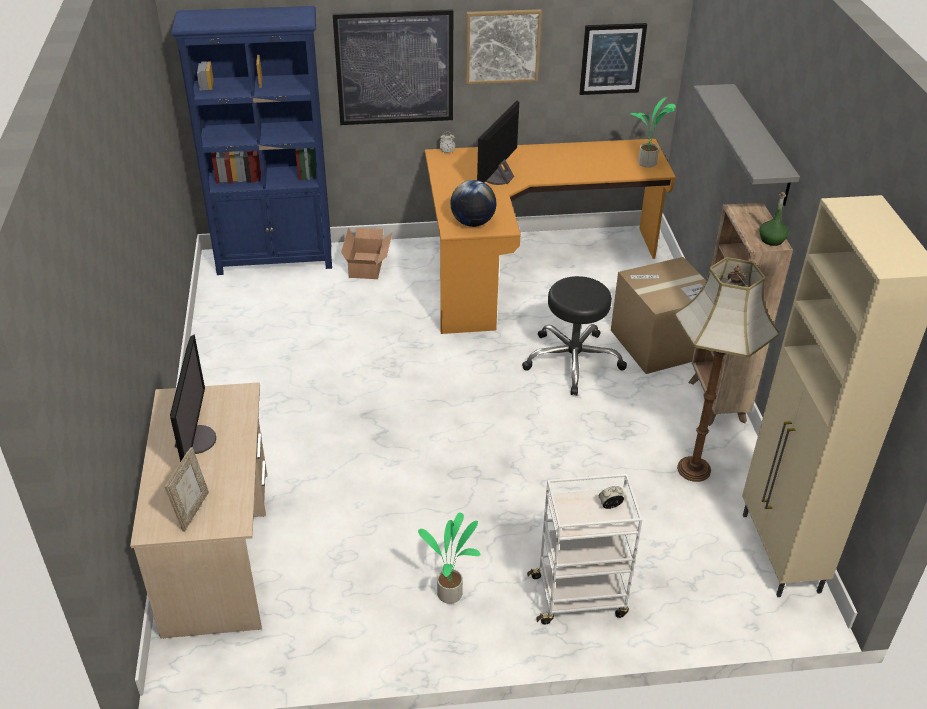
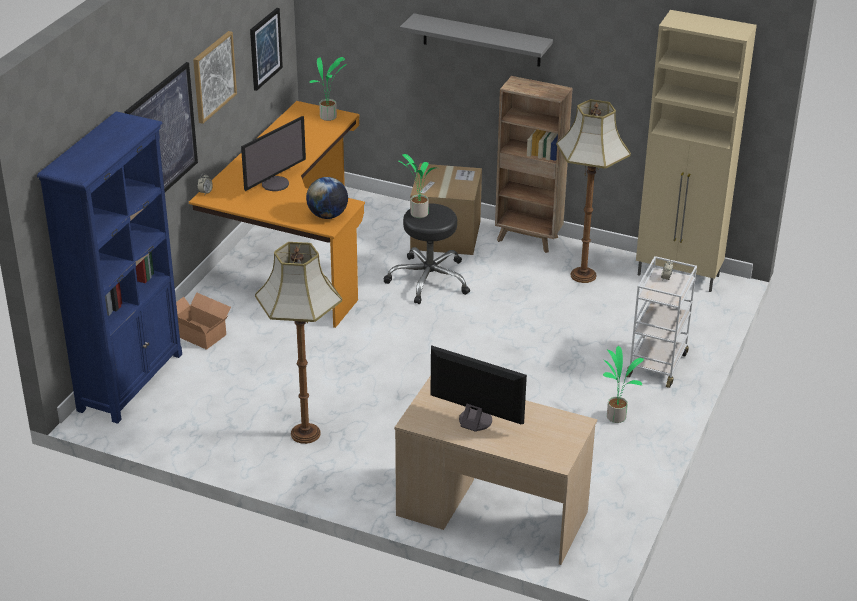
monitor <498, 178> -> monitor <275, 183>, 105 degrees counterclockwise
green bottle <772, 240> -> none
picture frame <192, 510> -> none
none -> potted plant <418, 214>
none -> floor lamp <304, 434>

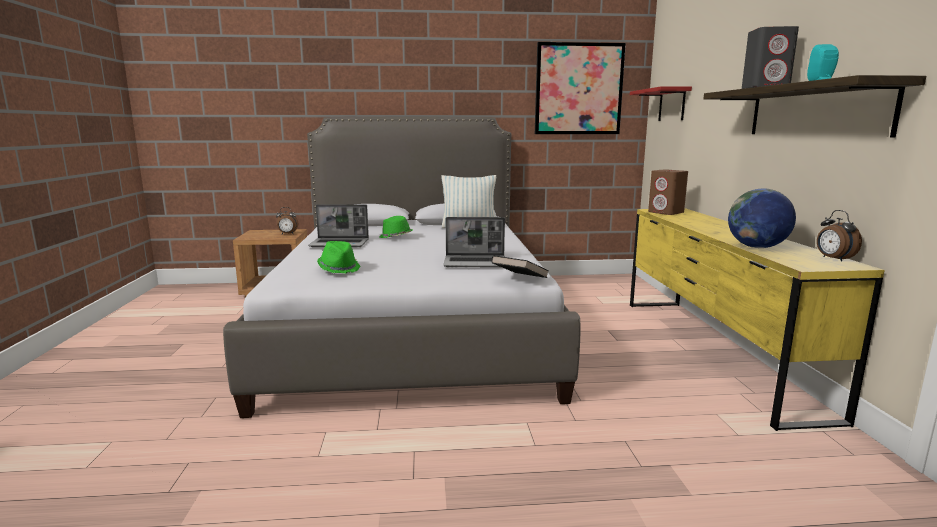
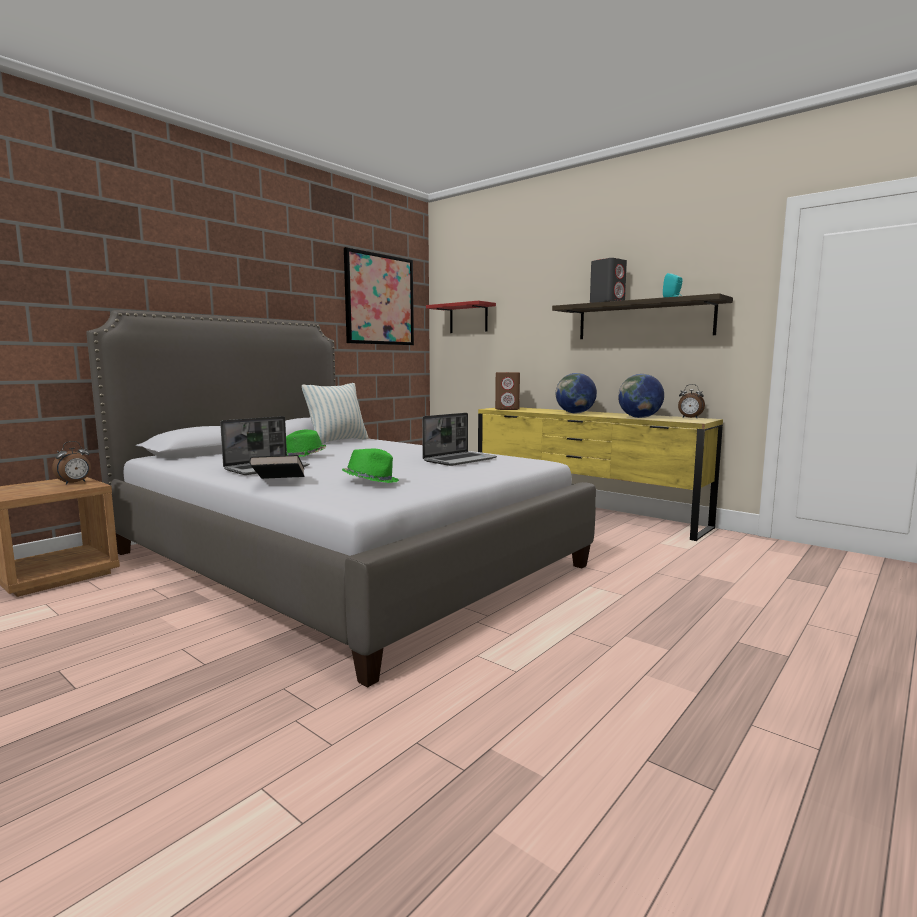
black book <519, 280> -> black book <279, 482>, move
none -> globe <575, 413>

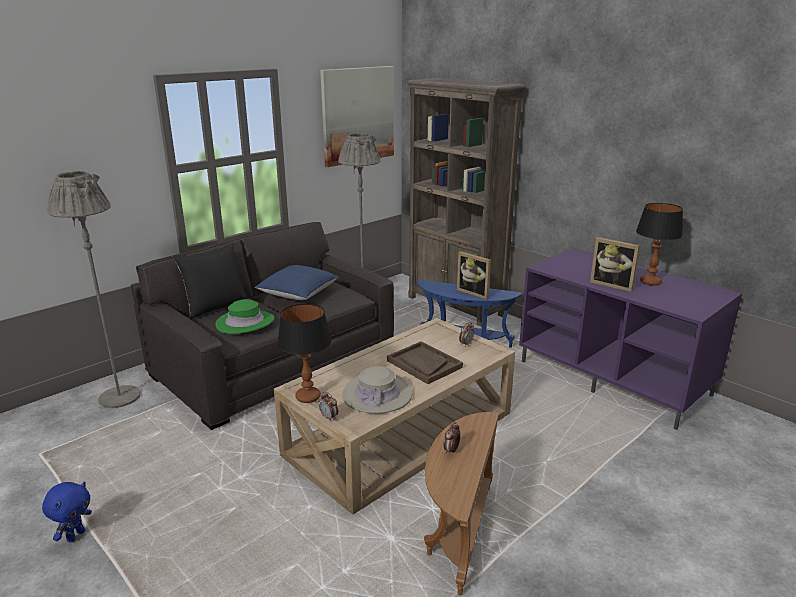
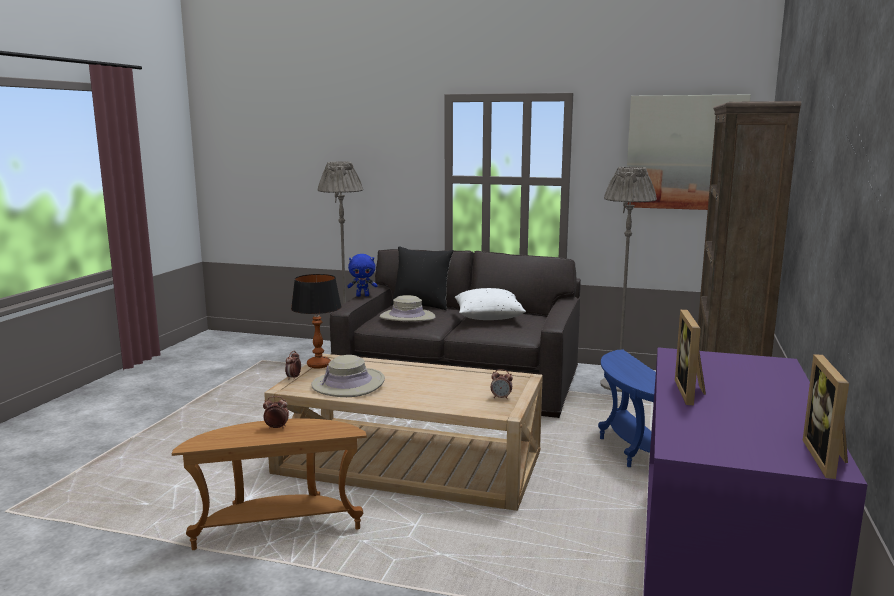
table lamp <650, 282> -> none
picture frame <475, 292> -> picture frame <829, 459>, move
blue pillow <298, 294> -> white pillow <488, 318>
green hat <245, 323> -> beige hat <407, 317>
brown tray <424, 364> -> none
blue plush toy <75, 535> -> blue plush toy <363, 296>, move

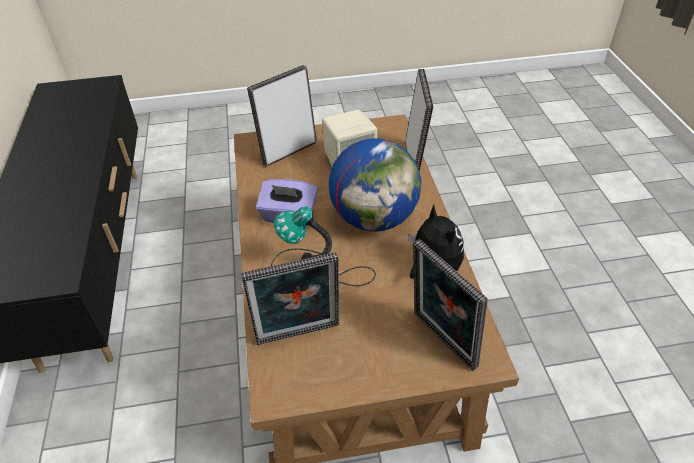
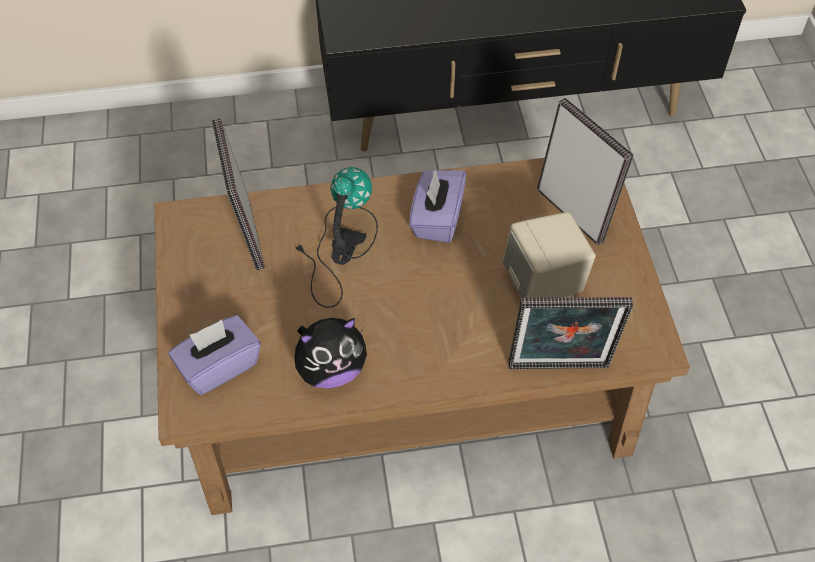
globe <374, 218> -> none
picture frame <440, 342> -> purple tissue box <219, 366>

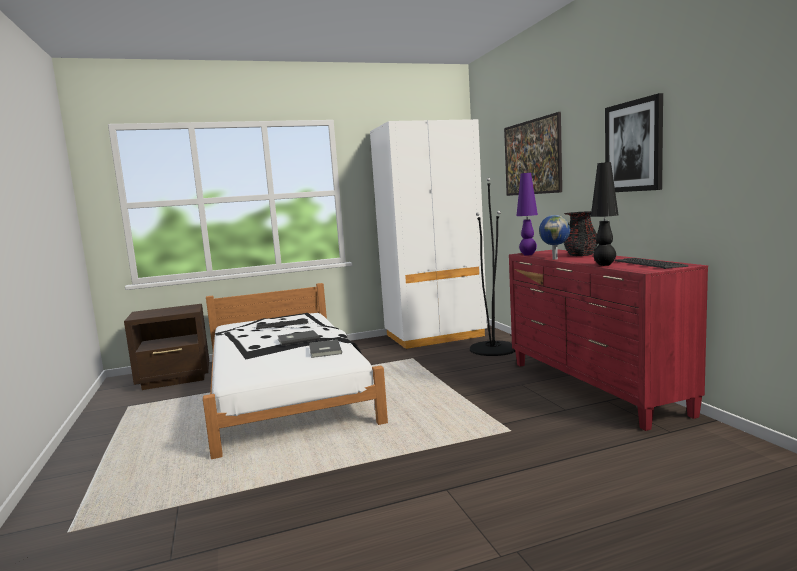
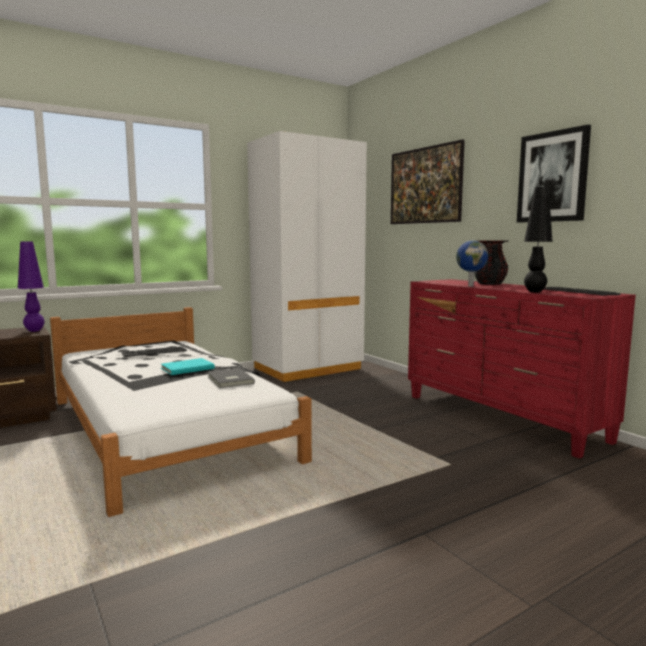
purple table lamp <528, 255> -> purple table lamp <34, 331>, move
black floor lamp <493, 349> -> none
grey book <297, 339> -> turquoise book <186, 368>

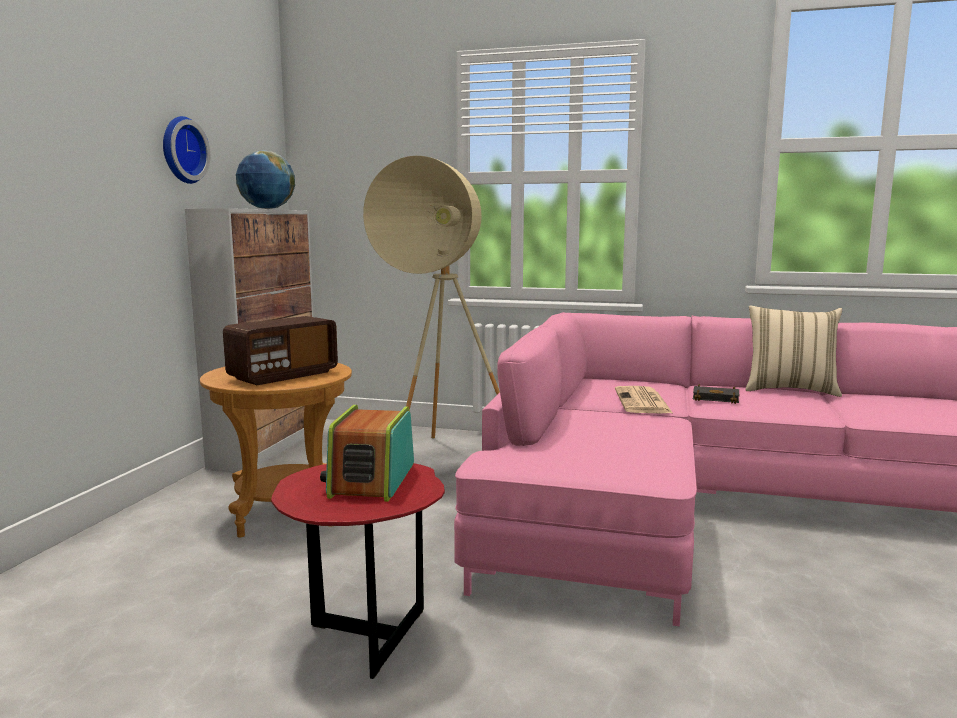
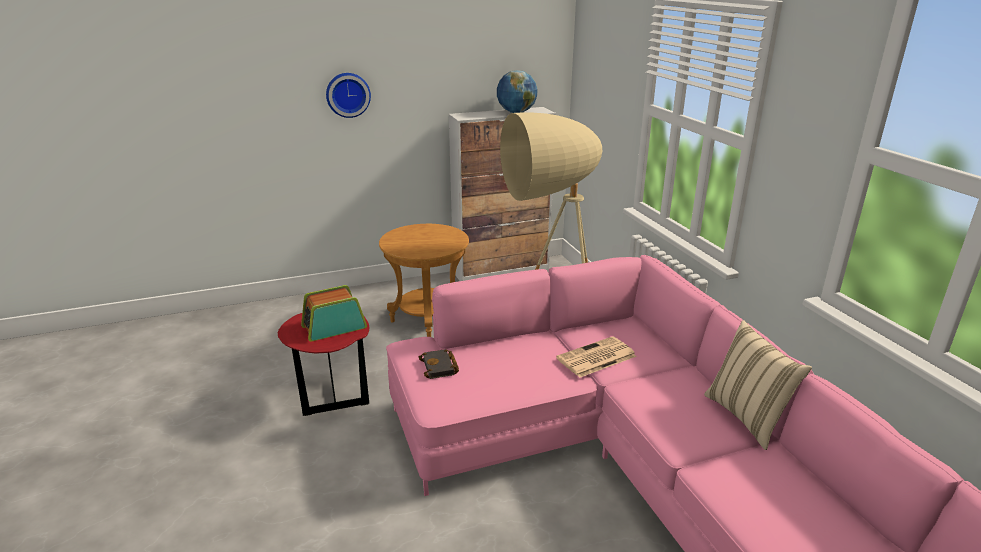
wall clock <181, 150> -> wall clock <348, 94>, move
radio <283, 375> -> none
black book <717, 398> -> black book <440, 367>, move

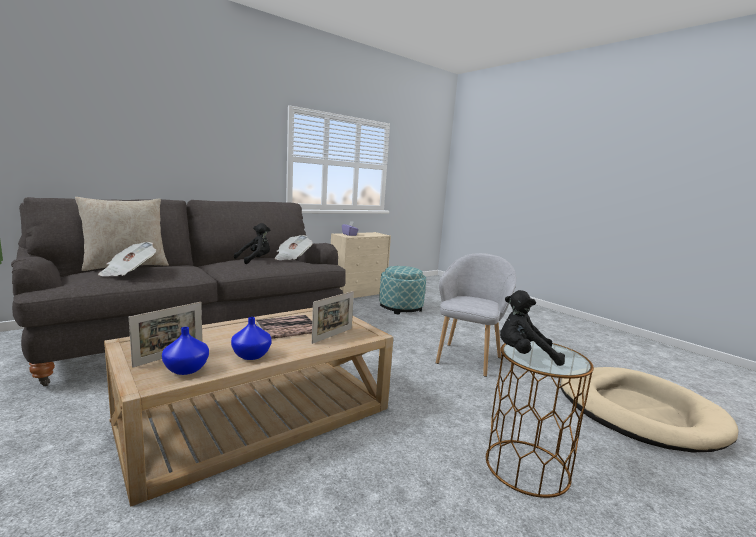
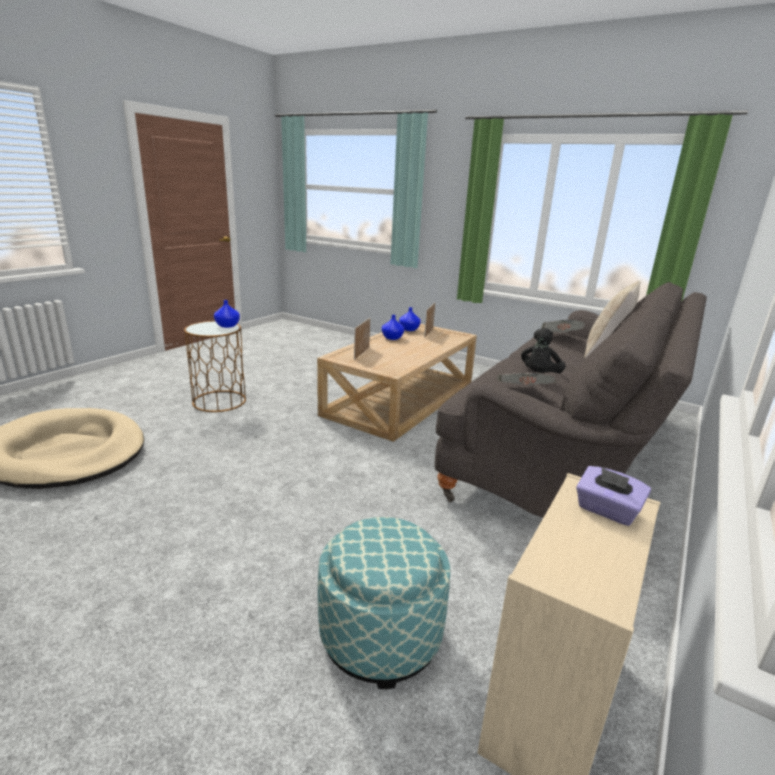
grey armchair <468, 358> -> none
black plush toy <524, 356> -> blue vase <228, 326>
book <287, 328> -> none

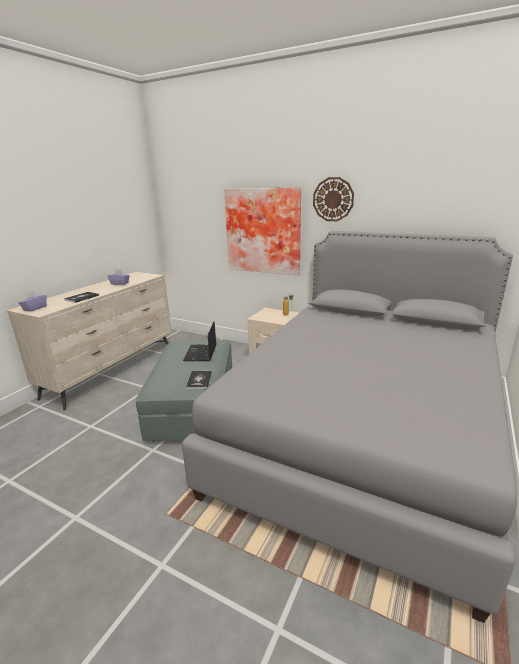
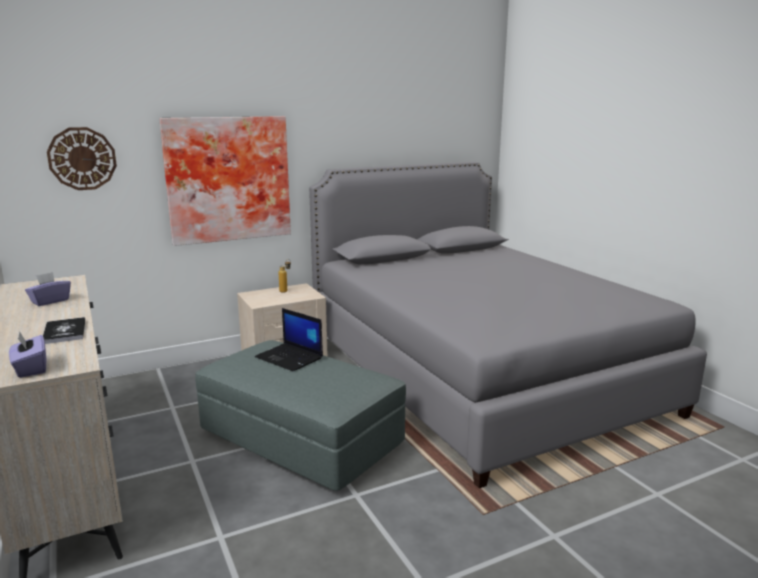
wall clock <333, 199> -> wall clock <82, 158>, move
book <199, 380> -> none

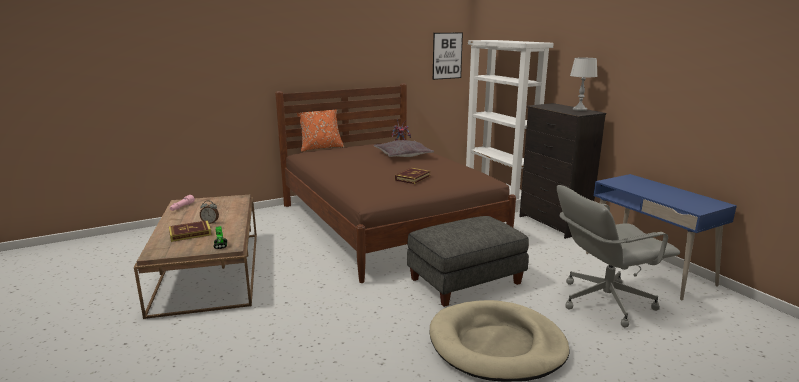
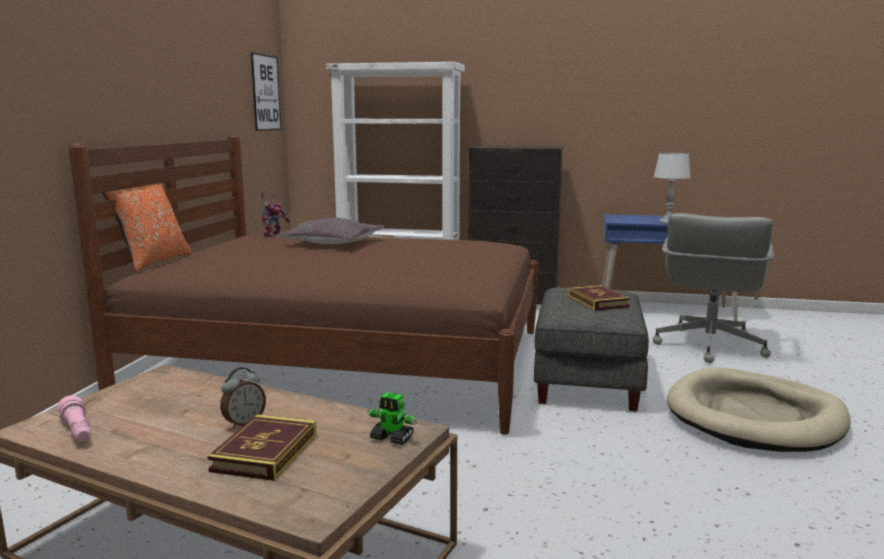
grey table lamp <579, 109> -> grey table lamp <668, 222>, move
book <412, 178> -> book <598, 301>, move

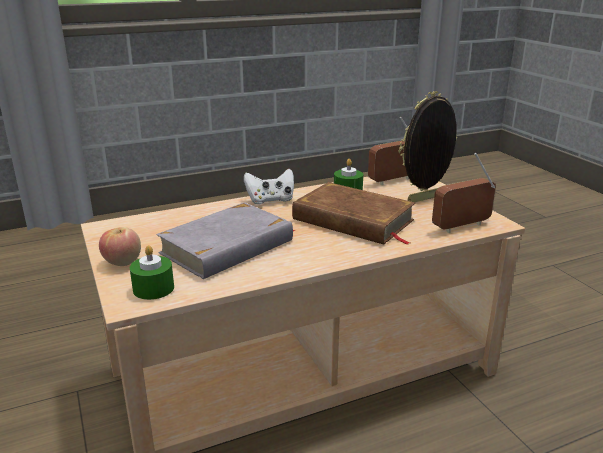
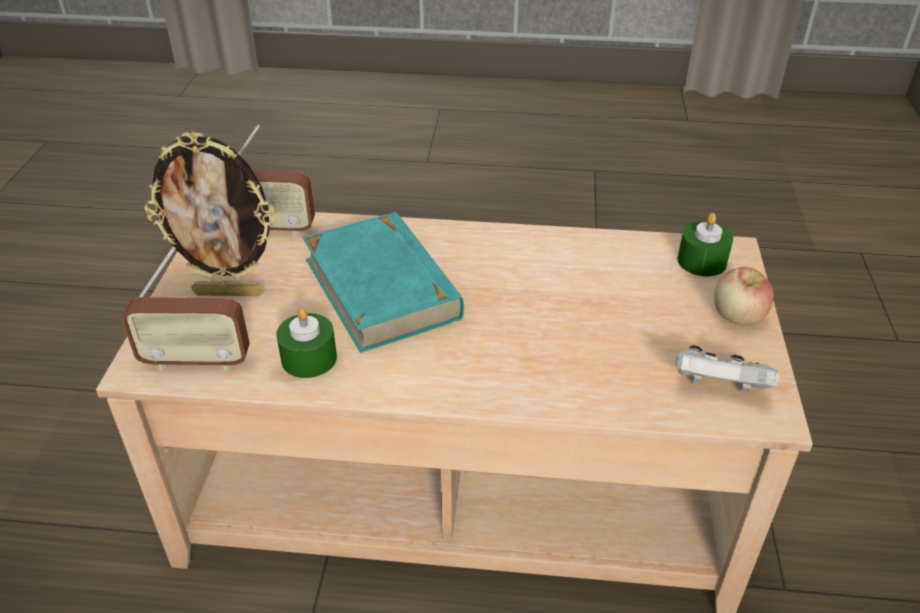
white game controller <270, 200> -> white game controller <718, 389>, move
brown book <353, 220> -> turquoise book <382, 287>
grey book <228, 247> -> none

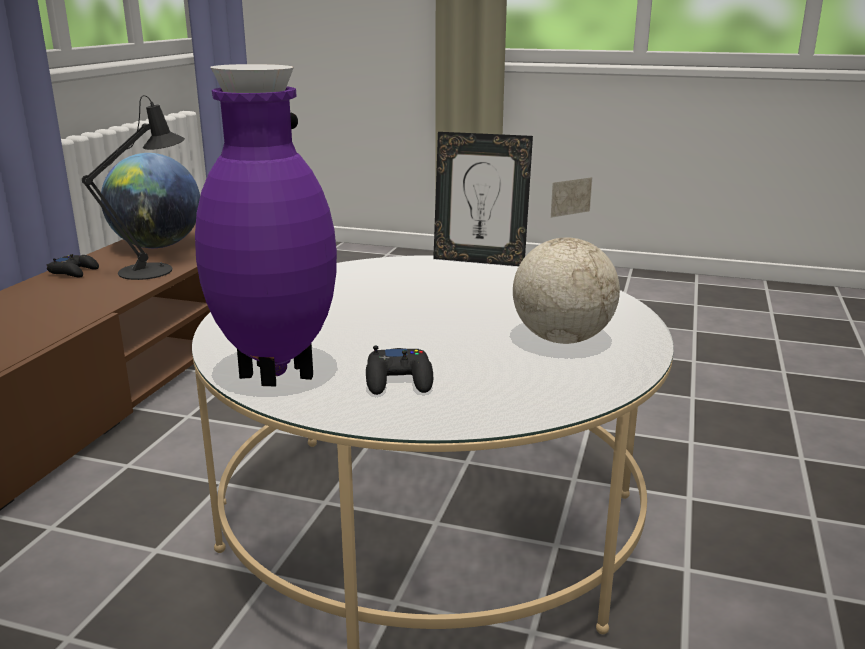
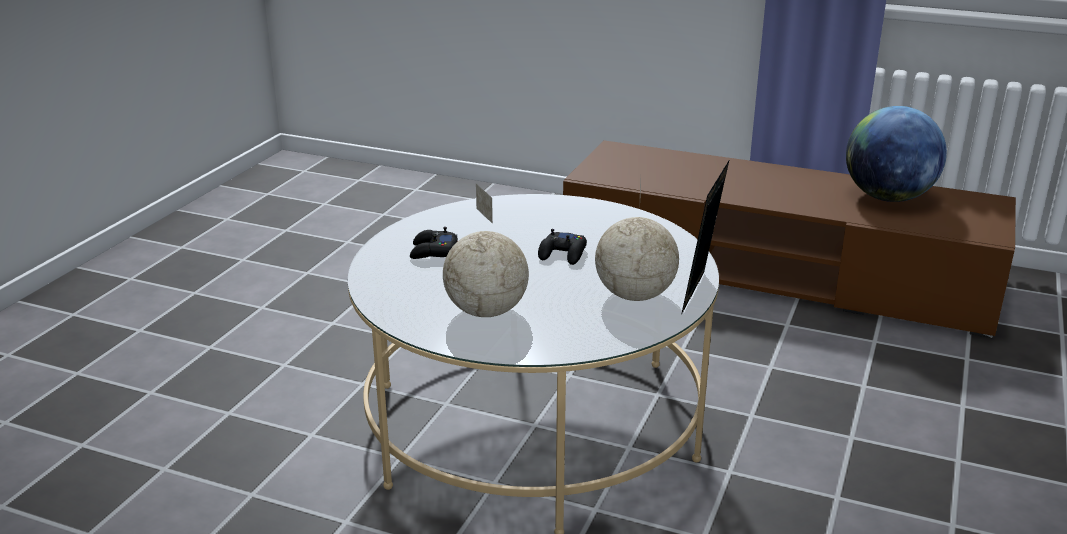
purple vase <275, 377> -> none
black table lamp <153, 270> -> none
black game controller <74, 272> -> black game controller <563, 254>, move
none -> globe <635, 295>

